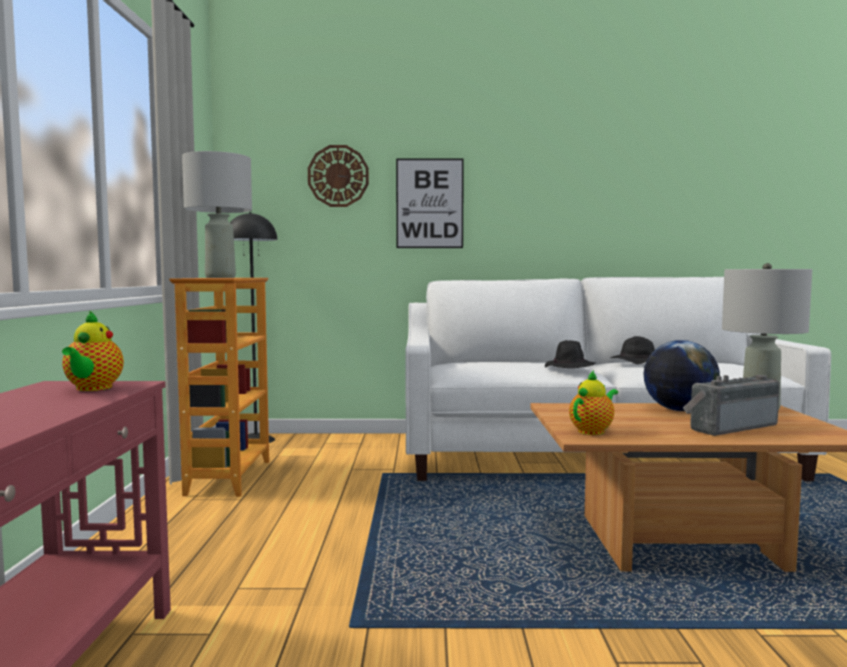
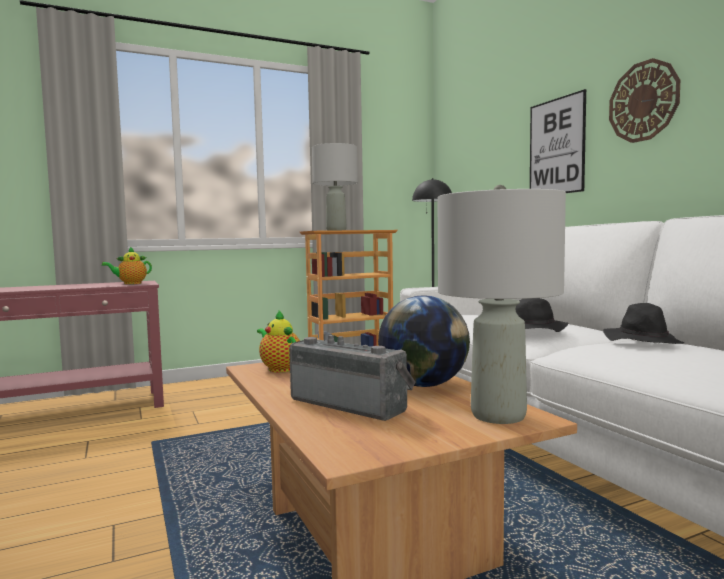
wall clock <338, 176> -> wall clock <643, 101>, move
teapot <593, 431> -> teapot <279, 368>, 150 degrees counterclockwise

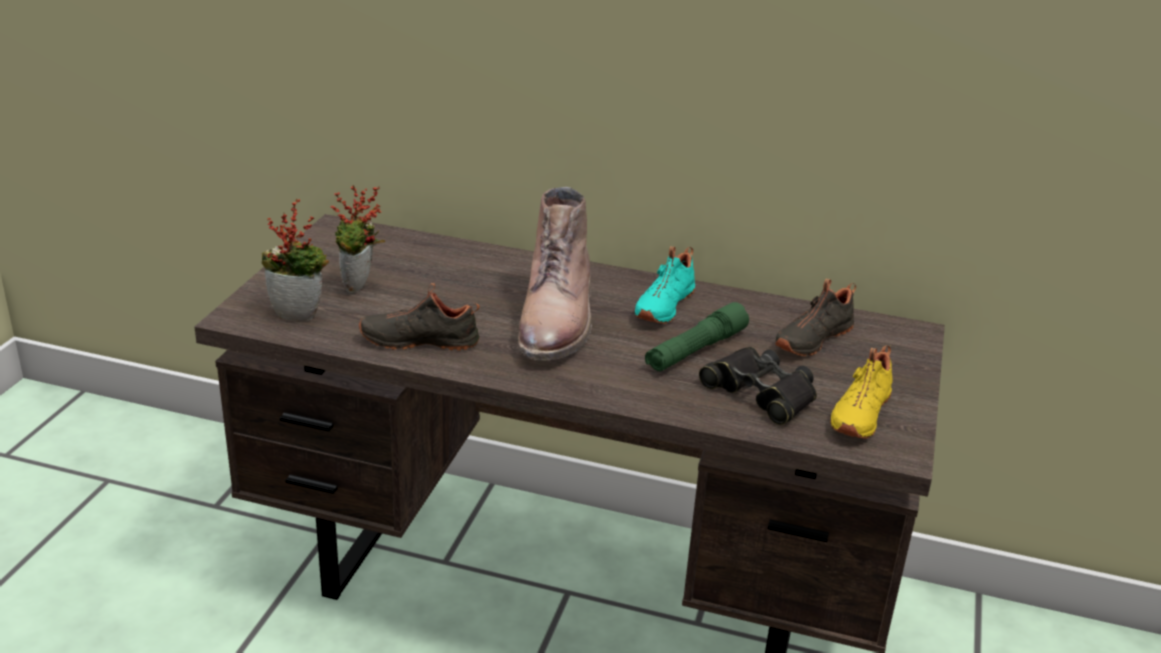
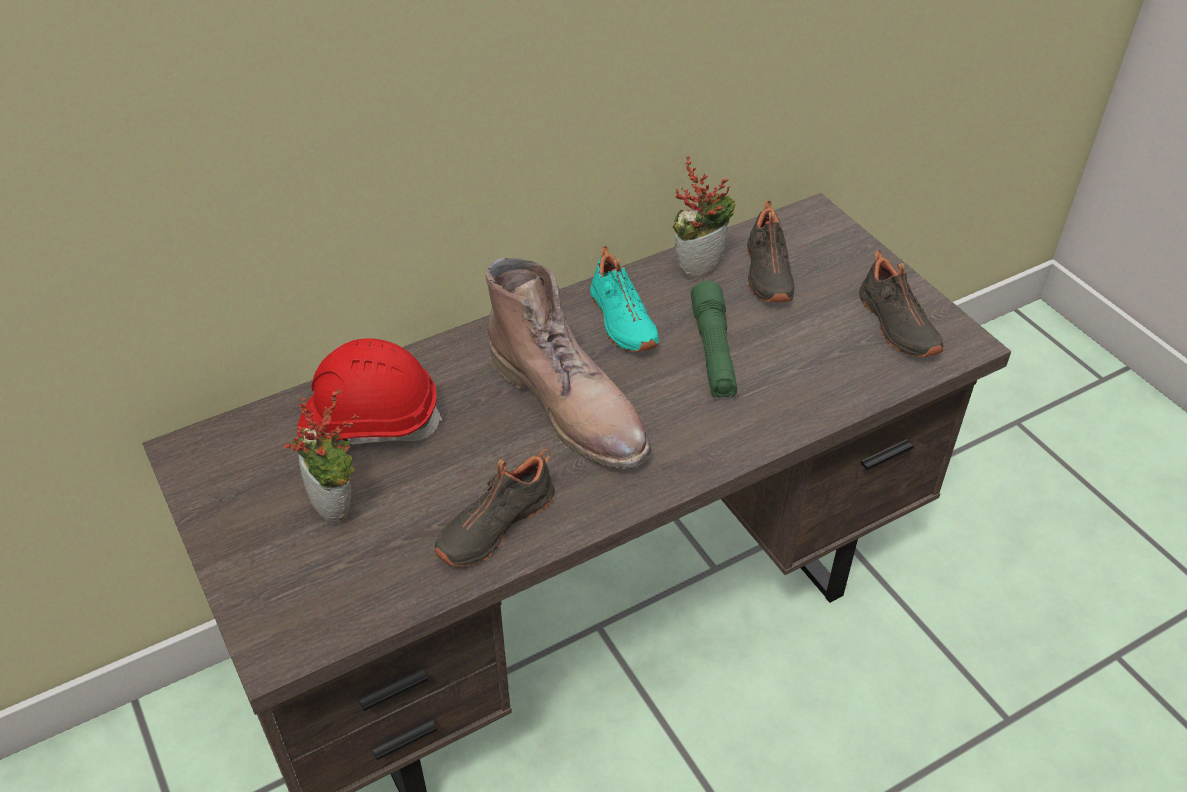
potted plant <300, 314> -> potted plant <698, 267>, move
yellow shoe <858, 413> -> black shoe <895, 326>
black binoculars <761, 393> -> none
none -> red hard hat <369, 421>

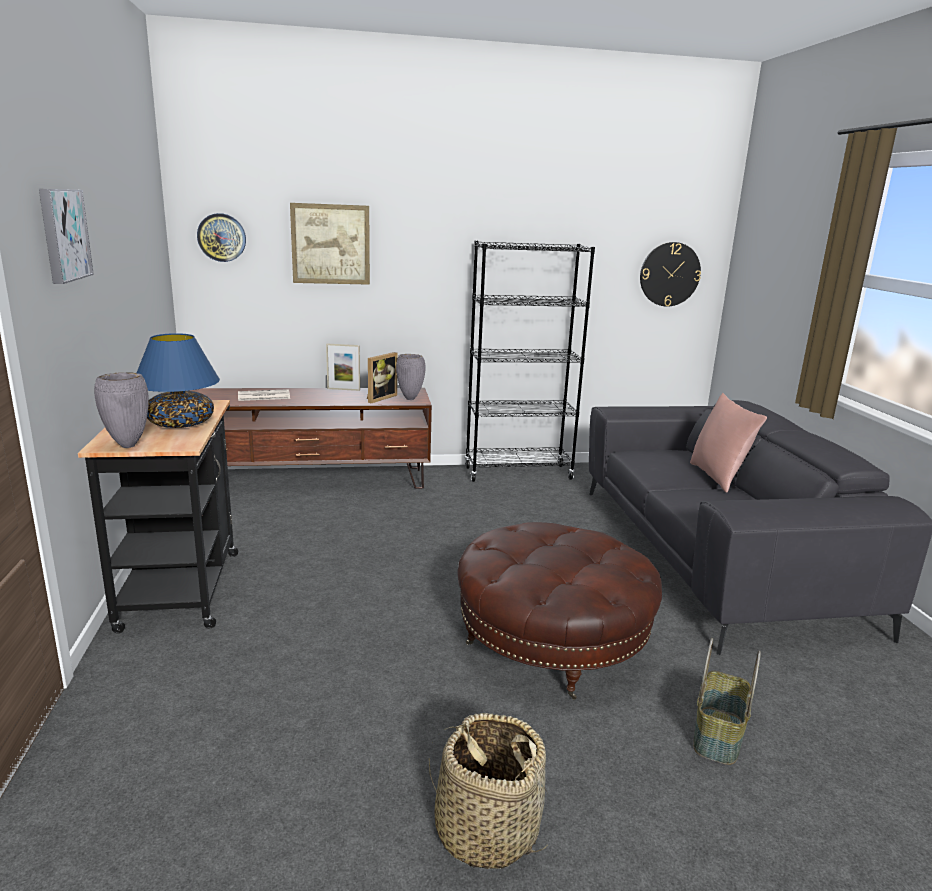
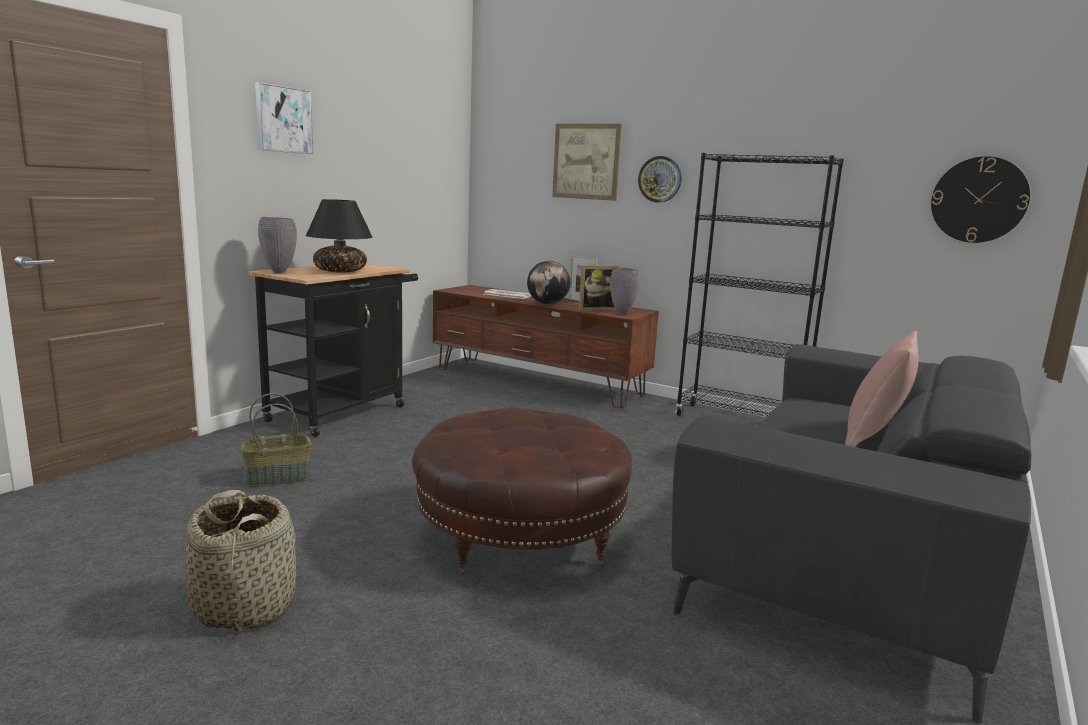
wall clock <221, 237> -> wall clock <660, 179>, move
blue table lamp <181, 423> -> black table lamp <340, 271>
basket <716, 734> -> basket <278, 477>, move
none -> globe <547, 304>

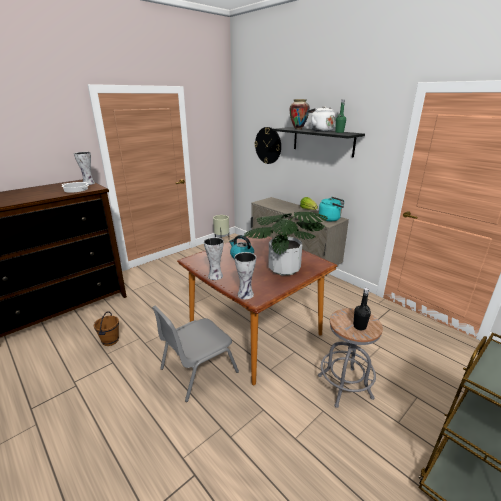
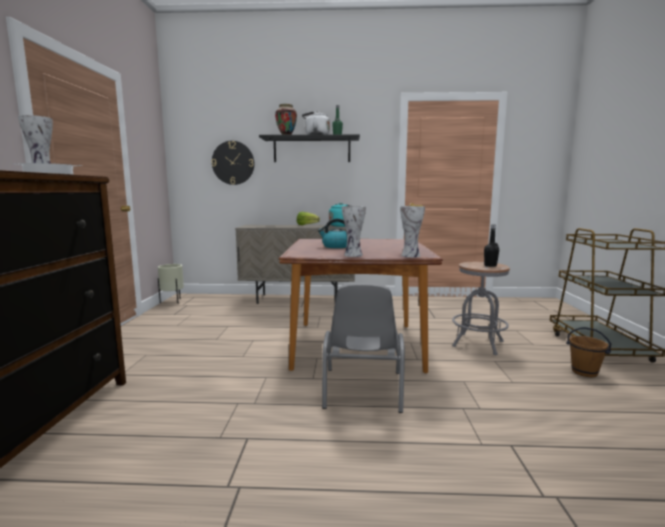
potted plant <284, 269> -> none
brown bucket <110, 341> -> brown bucket <584, 372>, move

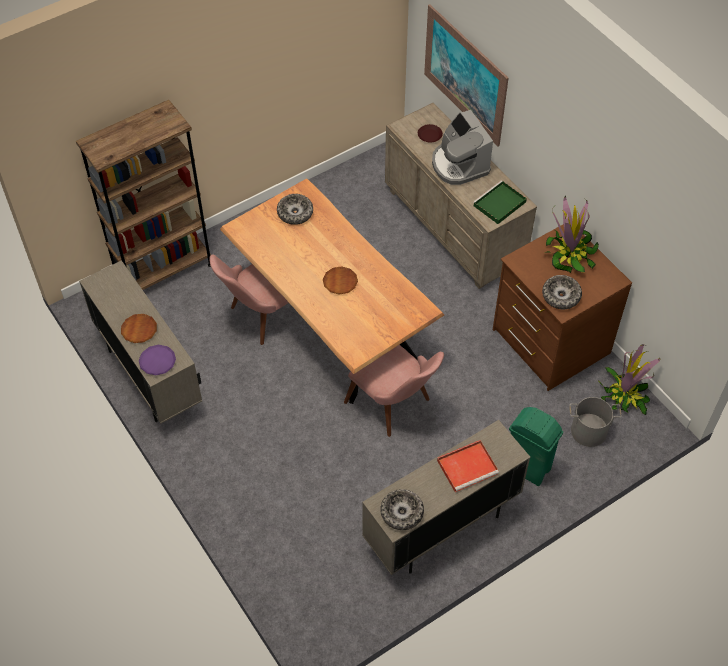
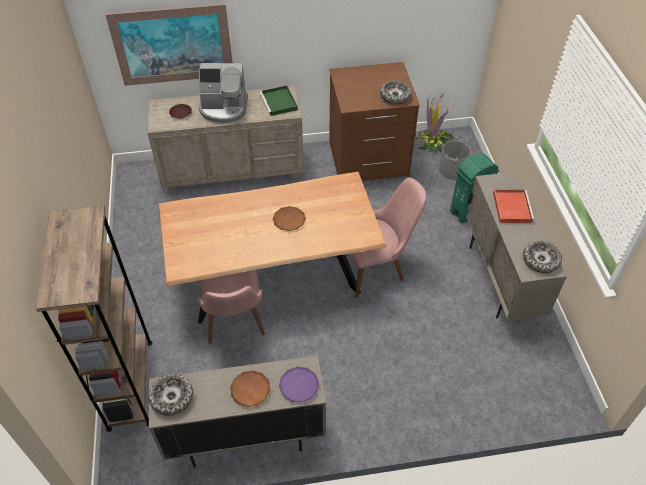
bowl <295, 213> -> bowl <172, 397>, move
potted plant <569, 254> -> none

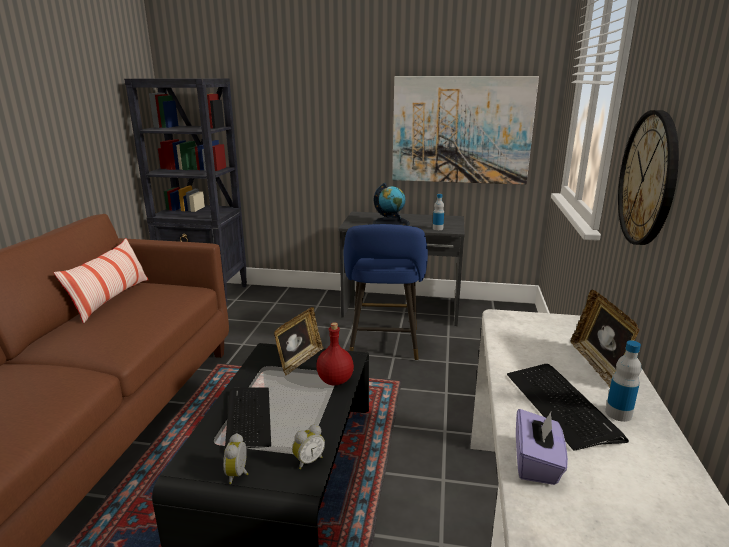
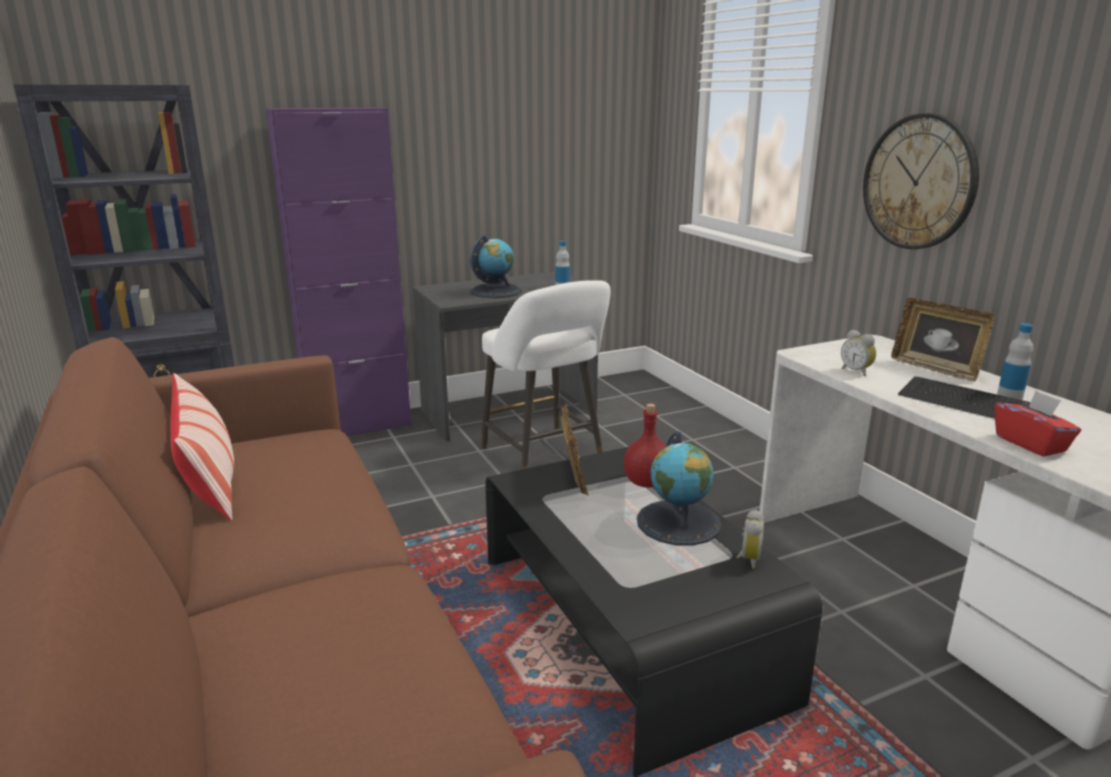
picture <461, 130> -> none
blue stool <384, 346> -> white stool <545, 457>
keyboard <248, 418> -> none
purple tissue box <536, 463> -> red tissue box <1031, 444>
alarm clock <239, 474> -> alarm clock <856, 371>, move
none -> purple cabinet <359, 426>
none -> globe <679, 522>

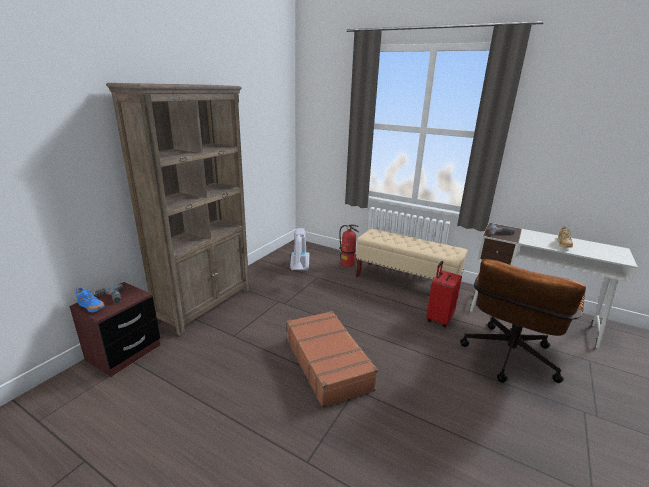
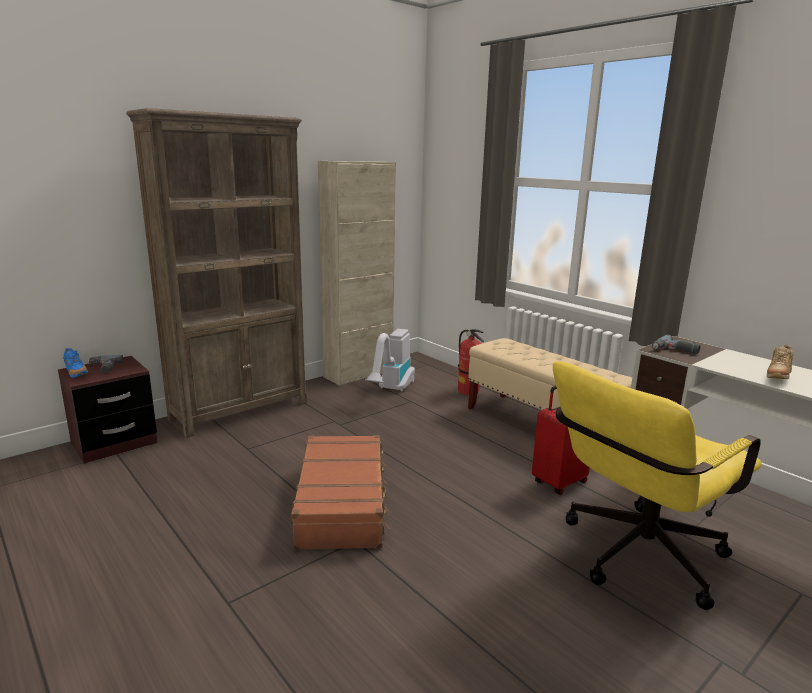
brown office chair <507, 360> -> yellow office chair <633, 558>
none -> beige cabinet <358, 374>

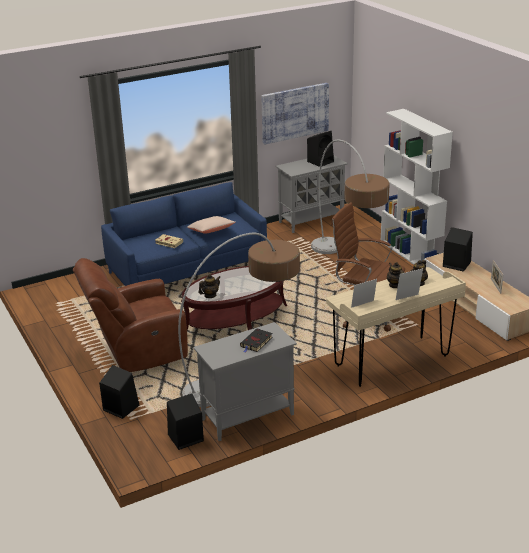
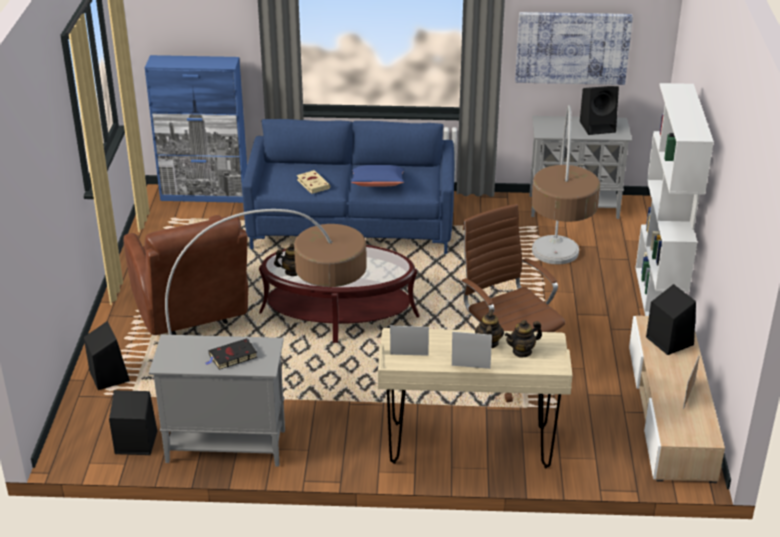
beige pillow <211, 231> -> blue pillow <378, 184>
brown armchair <137, 352> -> brown armchair <192, 313>, 120 degrees counterclockwise
none -> blue cabinet <205, 195>

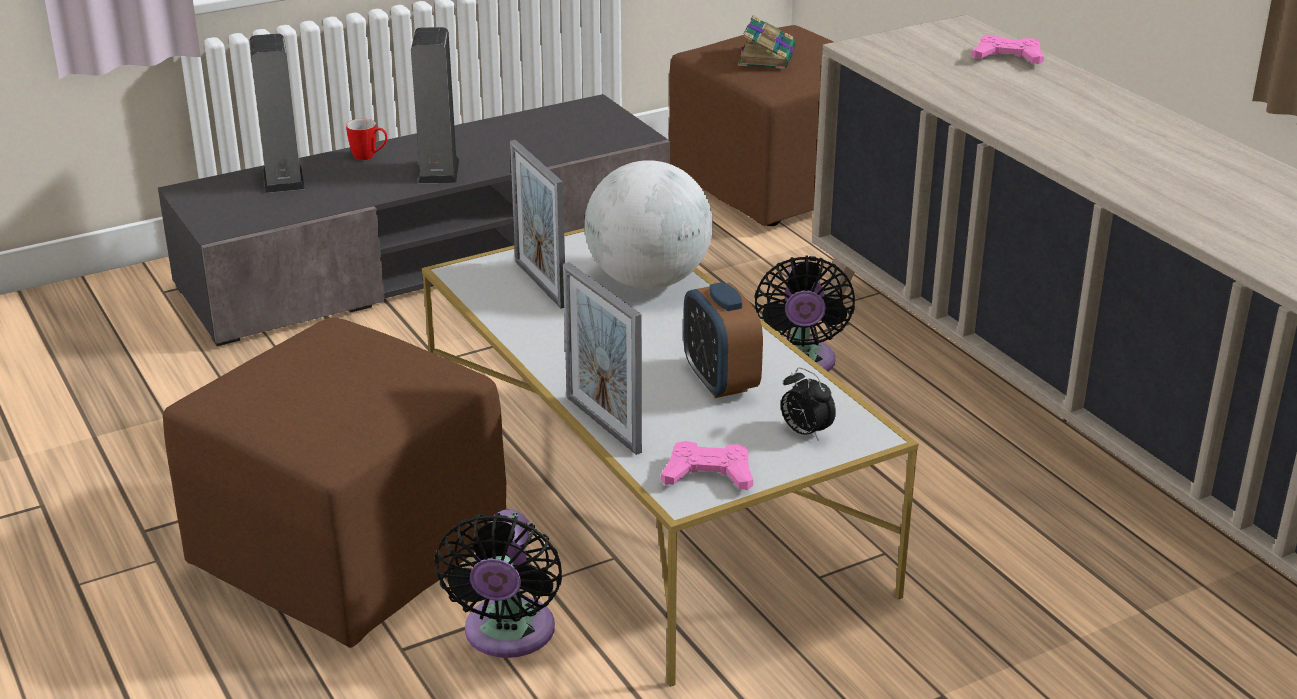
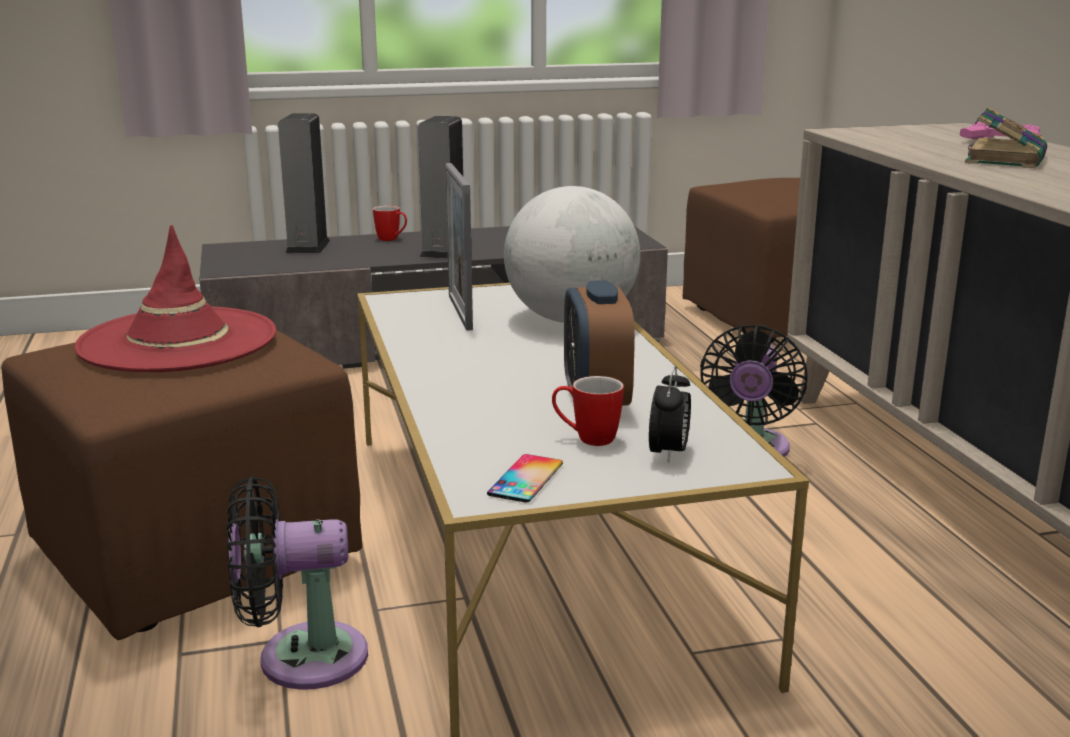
book <767, 56> -> book <1005, 159>, move
picture frame <603, 424> -> none
alarm clock <805, 432> -> alarm clock <668, 454>, 135 degrees counterclockwise
pink game controller <708, 475> -> phone <526, 479>
black fan <507, 635> -> black fan <301, 658>, 60 degrees clockwise
none -> red hat <177, 341>
none -> mug <586, 439>

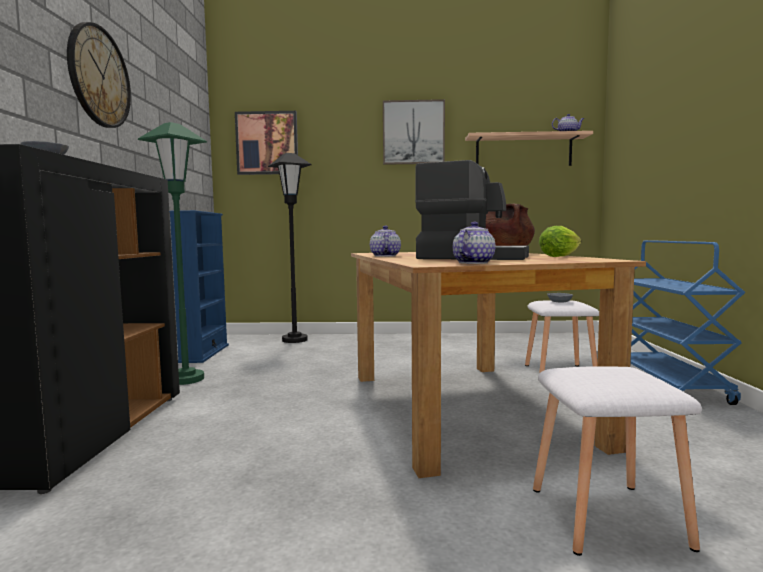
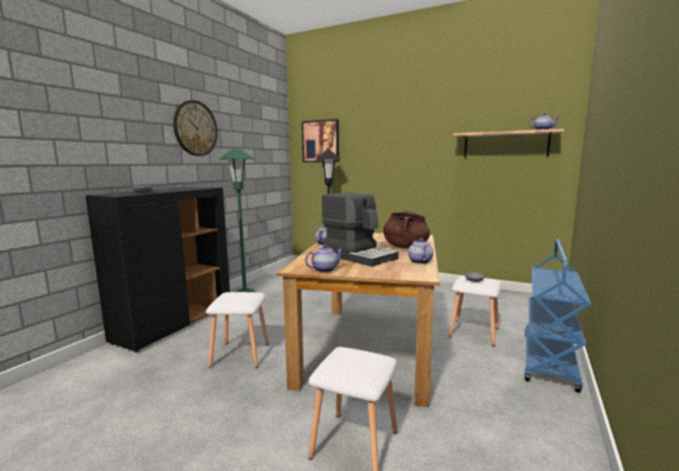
picture <413, 132> -> none
blue bookcase <204, 353> -> none
lettuce <561, 256> -> teapot <419, 261>
none -> white stool <240, 354>

